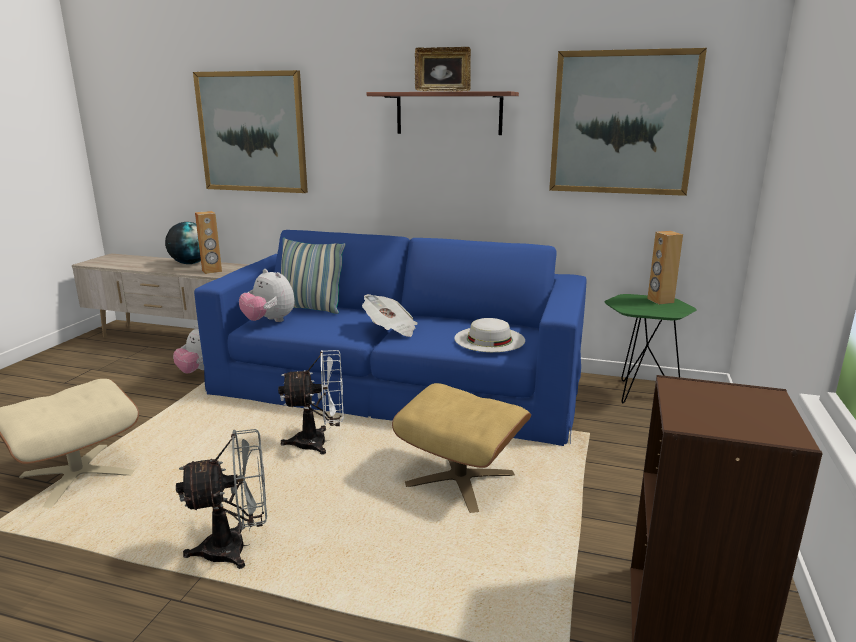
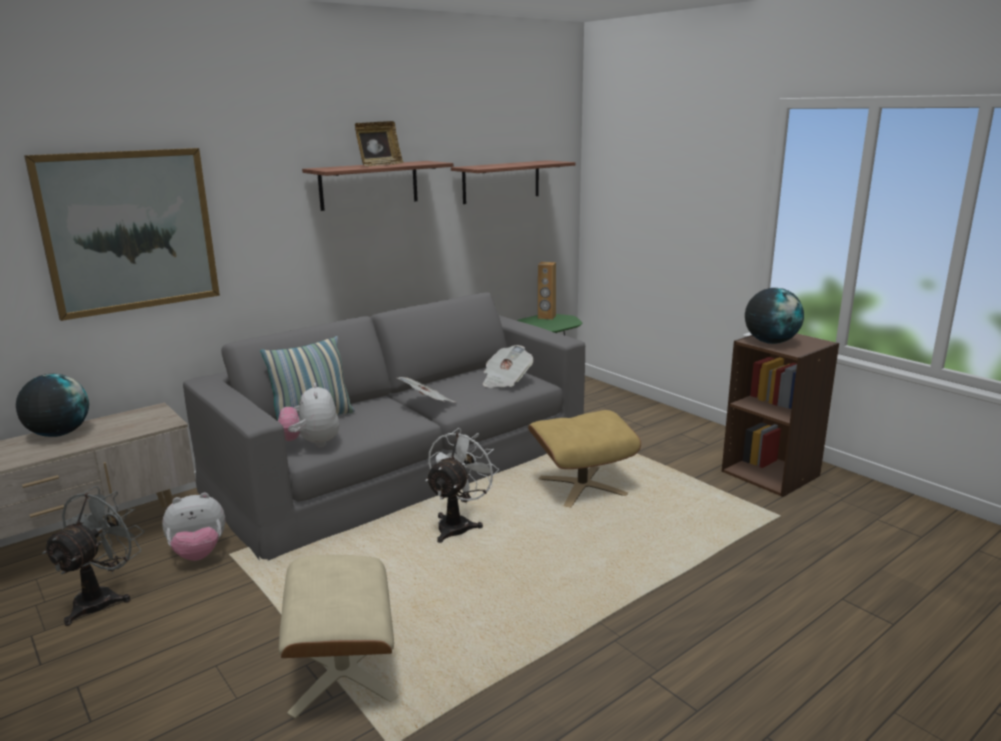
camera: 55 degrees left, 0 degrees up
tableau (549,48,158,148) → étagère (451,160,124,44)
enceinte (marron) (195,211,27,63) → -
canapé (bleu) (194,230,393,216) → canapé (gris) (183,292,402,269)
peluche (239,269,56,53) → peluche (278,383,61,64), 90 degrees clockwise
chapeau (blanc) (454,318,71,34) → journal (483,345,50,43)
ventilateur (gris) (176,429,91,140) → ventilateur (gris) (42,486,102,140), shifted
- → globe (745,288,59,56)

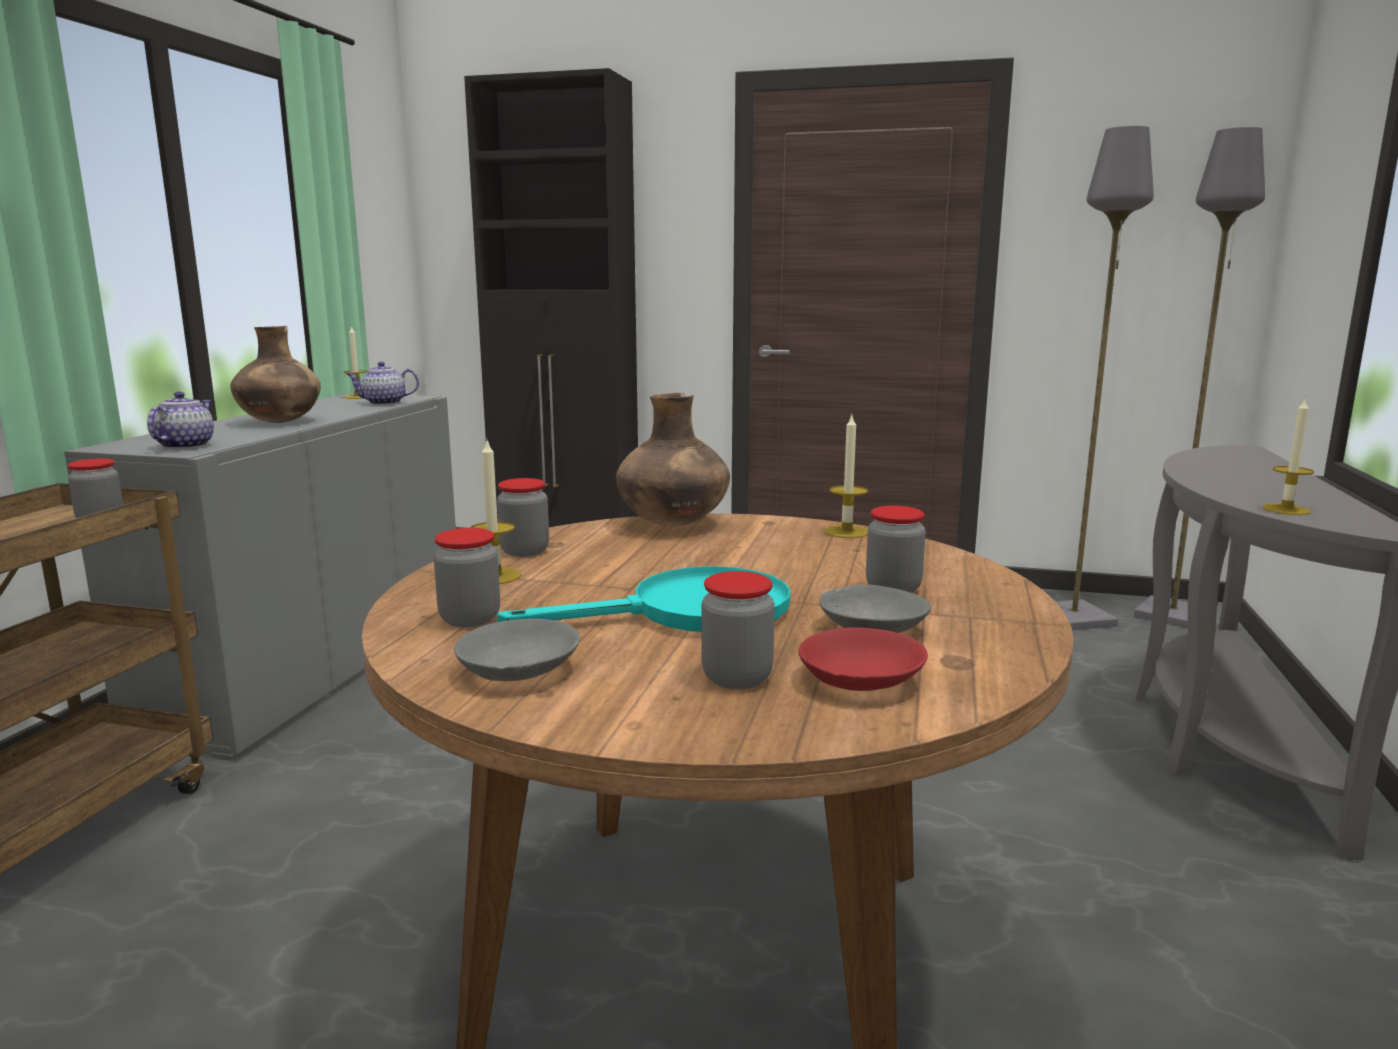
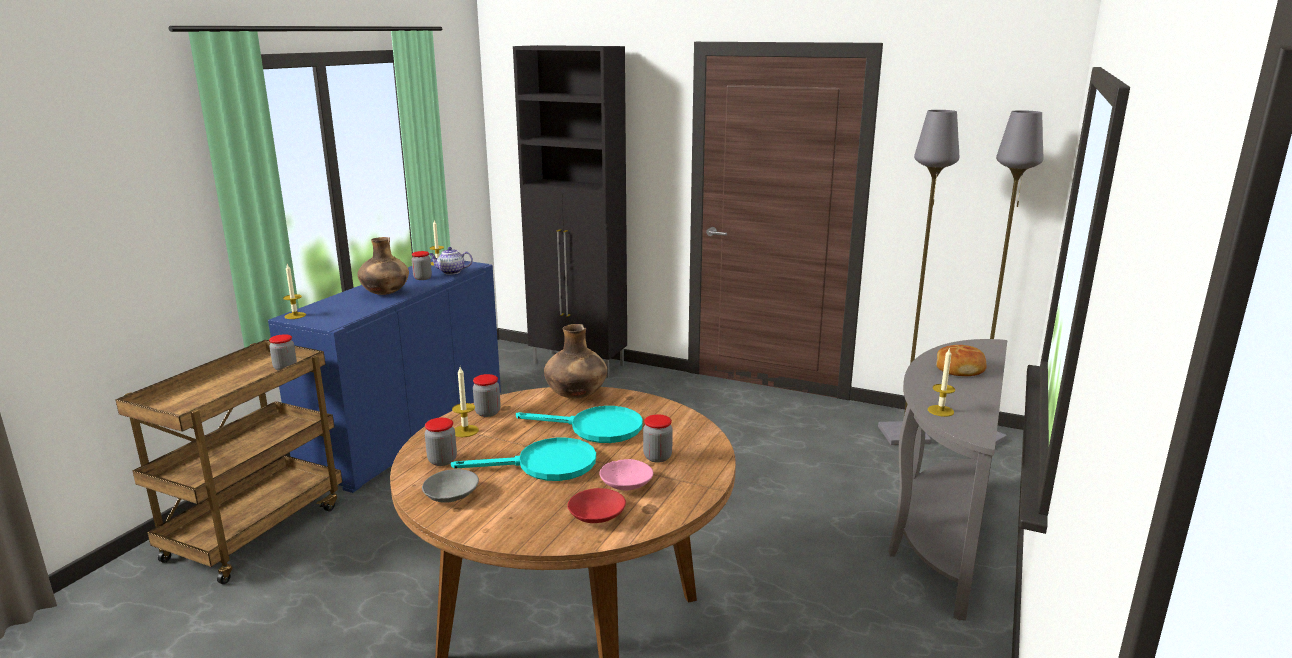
camera: 10 degrees right, 5 degrees up
théière (147,391,67,58) → -
meuble de rangement (gris) (64,393,392,368) → meuble de rangement (bleu) (268,259,233,234)
bougie (825,415,43,123) → bougie (283,264,23,55), shifted
bocal (702,571,73,118) → bocal (412,251,20,29), shifted
bol (gris) (819,585,112,48) → bol (rose) (599,459,54,31)
- → pain (936,345,51,31)
- → poêle (turquoise) (516,406,127,37)

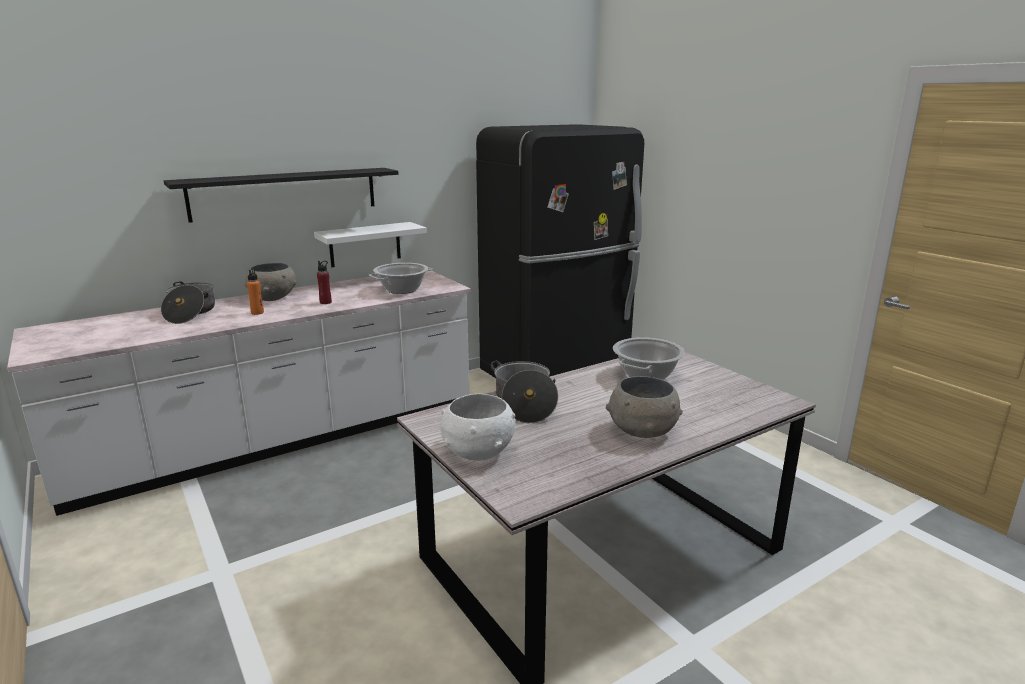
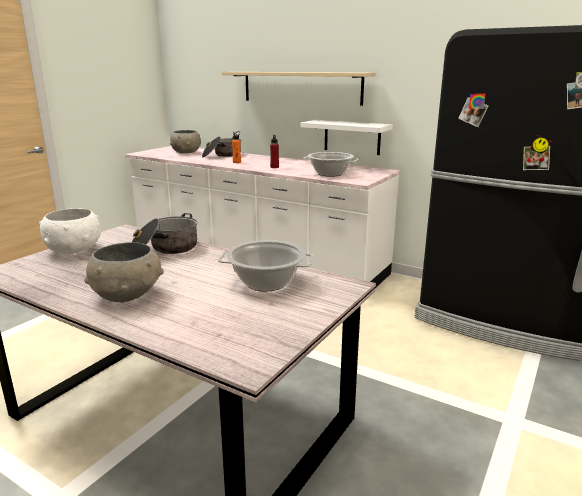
camera: 65 degrees right, 0 degrees up
étagère (noir) (164,168,234,55) → étagère (beige) (222,72,154,34)
bol (gris) (244,263,53,38) → bol (gris) (170,130,31,24), shifted

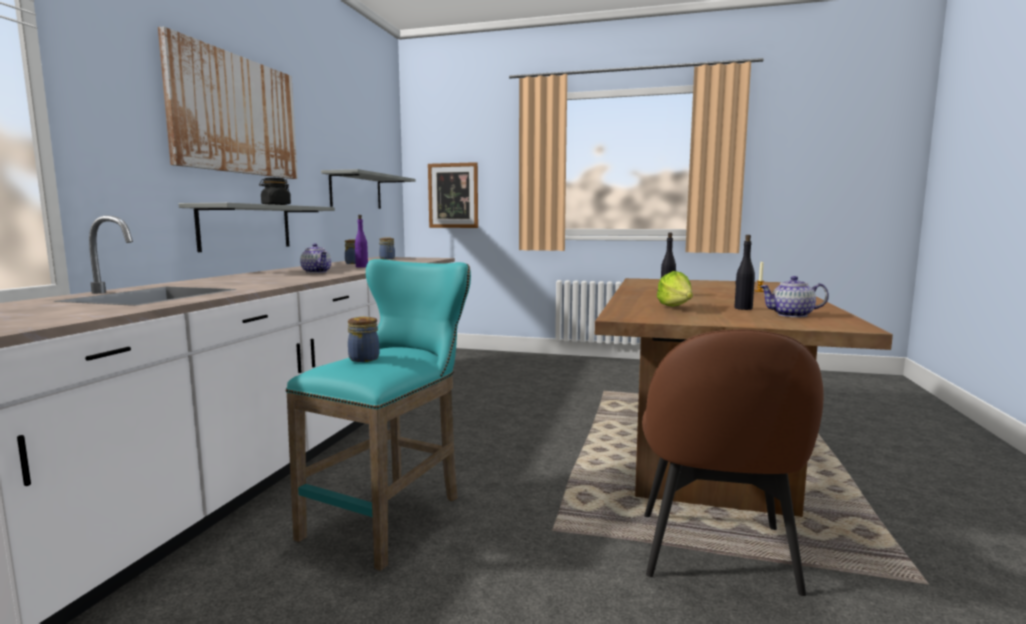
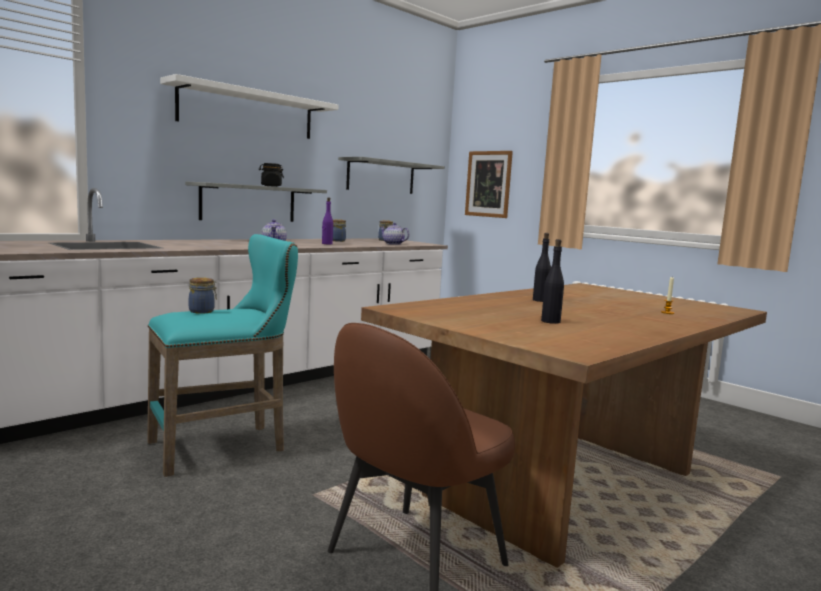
camera: 30 degrees right, 0 degrees up
tableau (158,27,140,152) → étagère (blanc) (160,74,178,65)
laitue (657,271,36,36) → -
théière (759,276,70,41) → théière (380,223,29,22), shifted

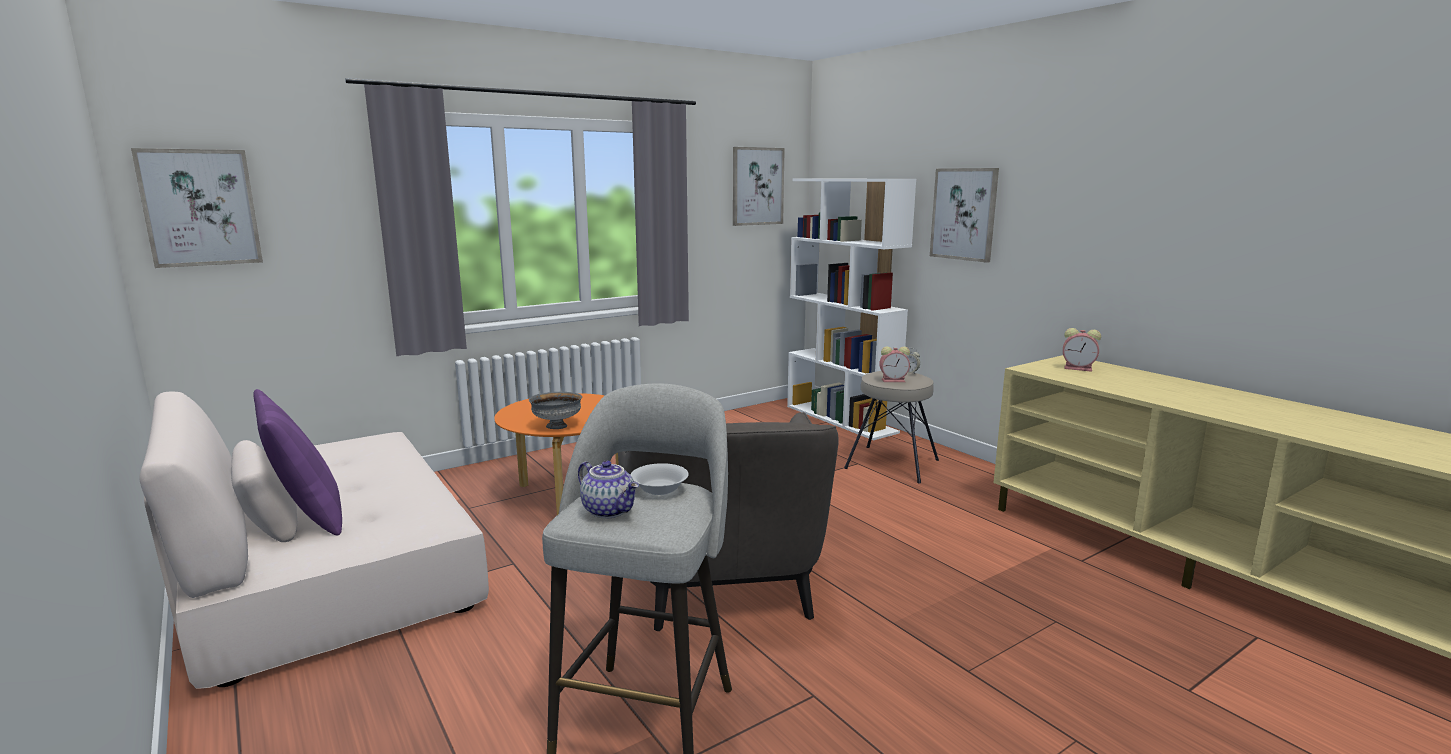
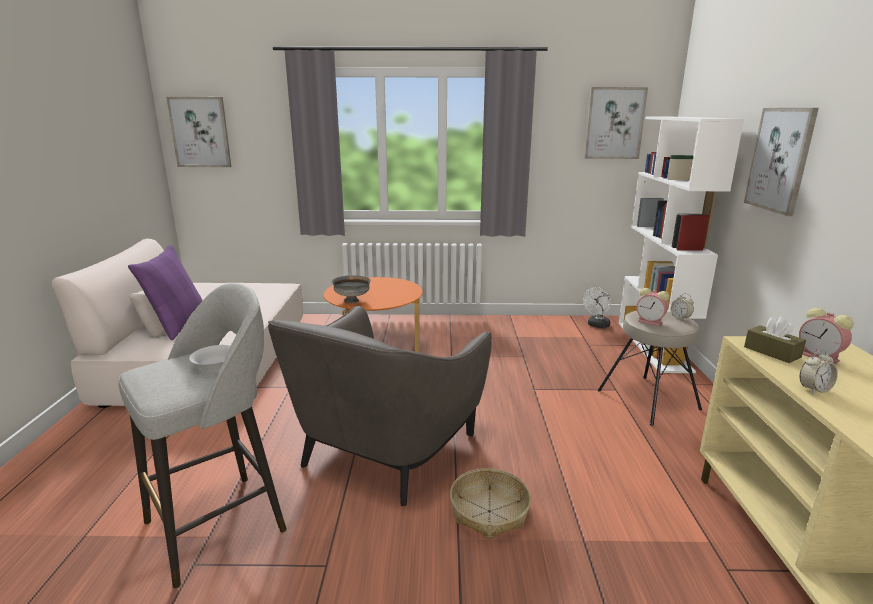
camera: 35 degrees right, 5 degrees up
théière (578,460,61,58) → -
- → ventilateur (blanc) (583,287,28,41)
- → boîte à mouchoirs (marron) (744,317,62,46)
- → réveil (800,350,38,44)
- → panier (450,468,81,71)

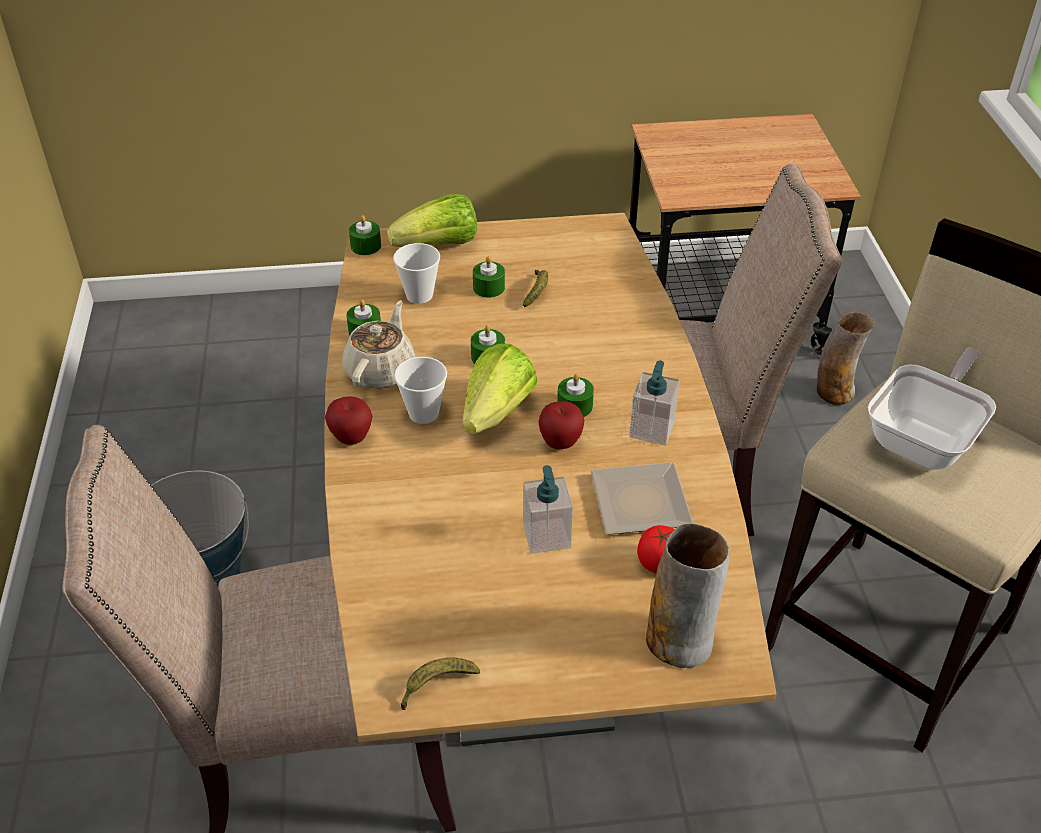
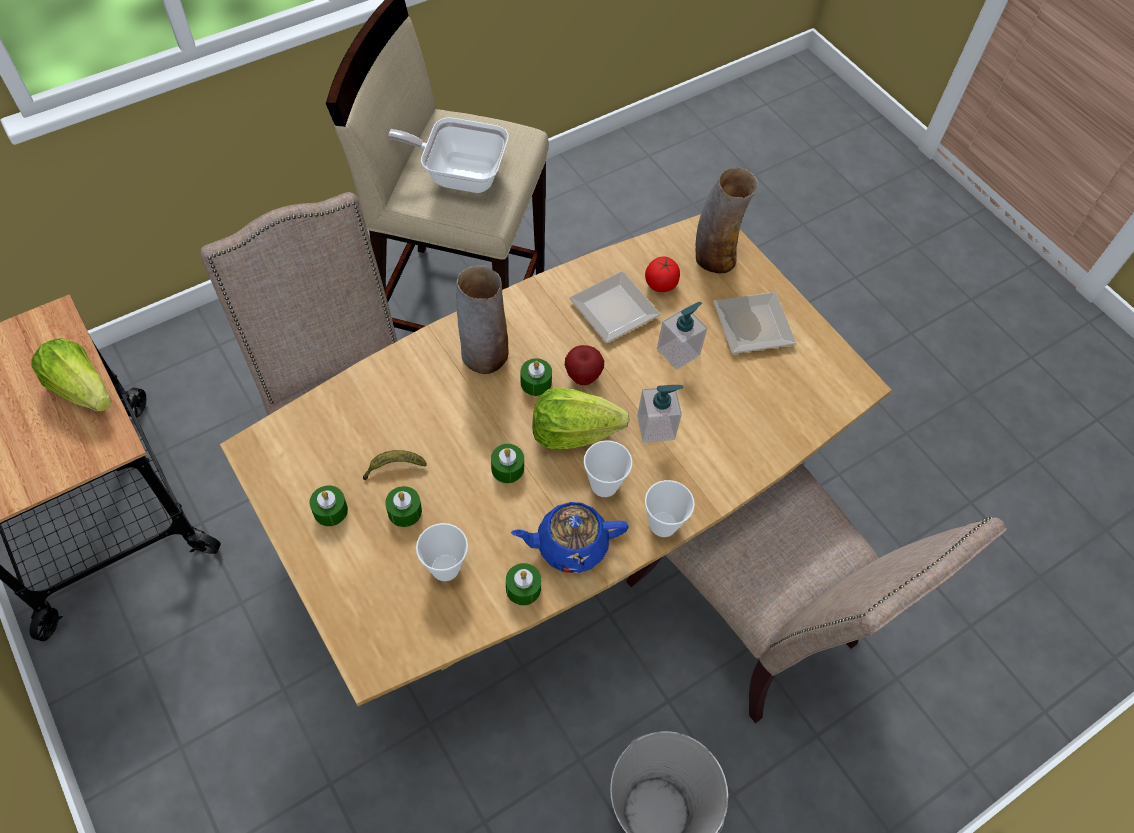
camera: 120 degrees left, 15 degrees up
laitue (387,194,90,53) → laitue (31,338,81,73), shifted
bougie (vert) (349,215,32,40) → bougie (vert) (309,486,39,40), shifted
théière (beige) (342,300,73,89) → théière (bleu) (511,502,117,71)
vase (817,312,57,93) → vase (456,265,53,109), shifted
distributeur de savon (629,360,51,86) → distributeur de savon (637,385,46,58), shifted
pomme (325,396,48,49) → tasse (645,480,50,57)
banane (401,658,79,52) → -
- → assiette (713,292,83,62)

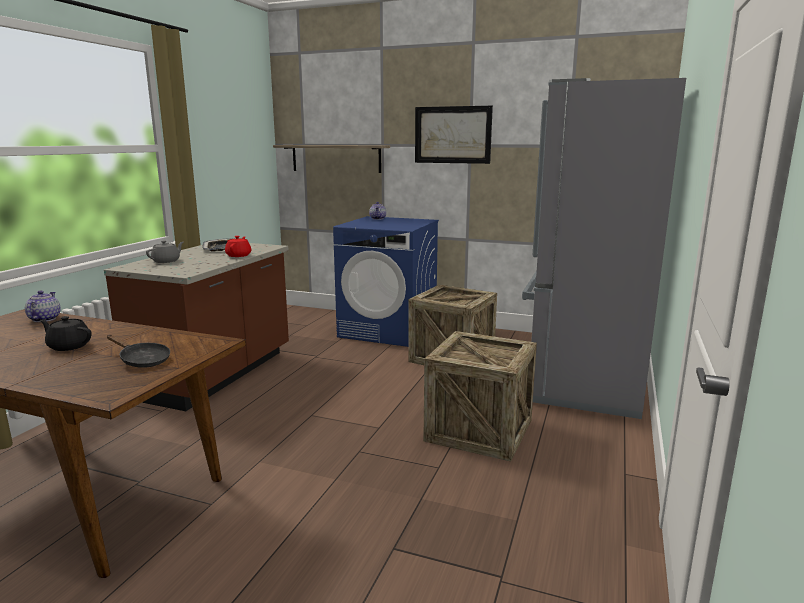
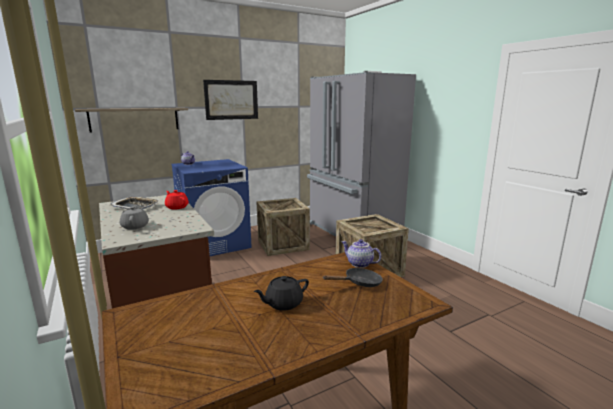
camera: 50 degrees left, 0 degrees up
théière (25,290,36,32) → théière (341,239,40,29), shifted

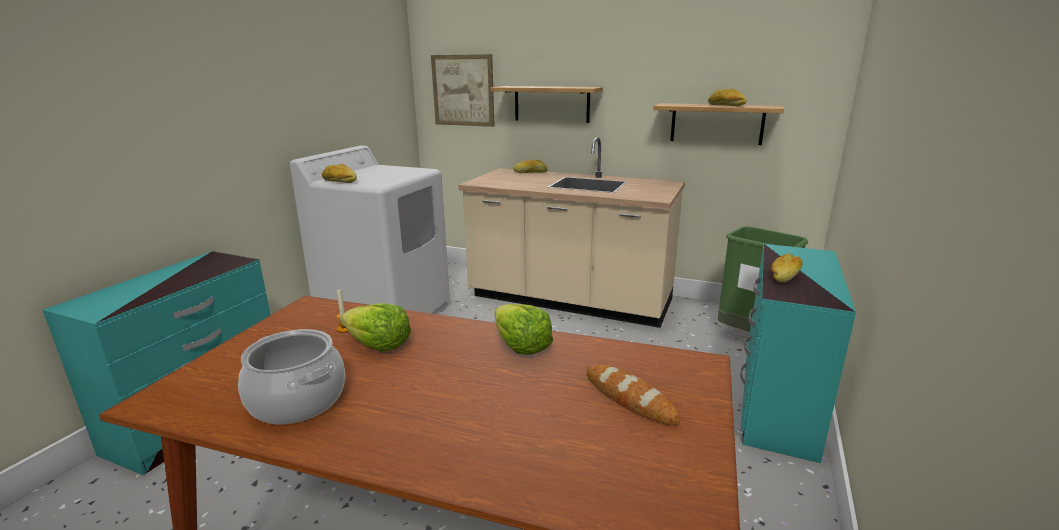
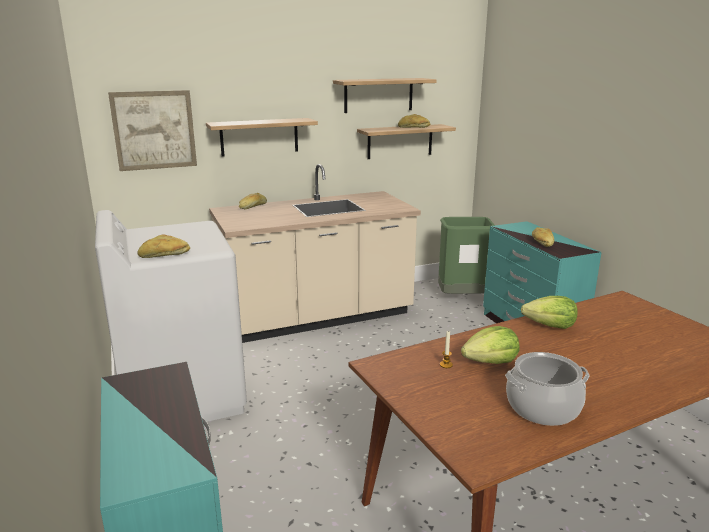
camera: 45 degrees left, 0 degrees up
pain (587,364,93,61) → -
- → étagère (333,78,104,35)

